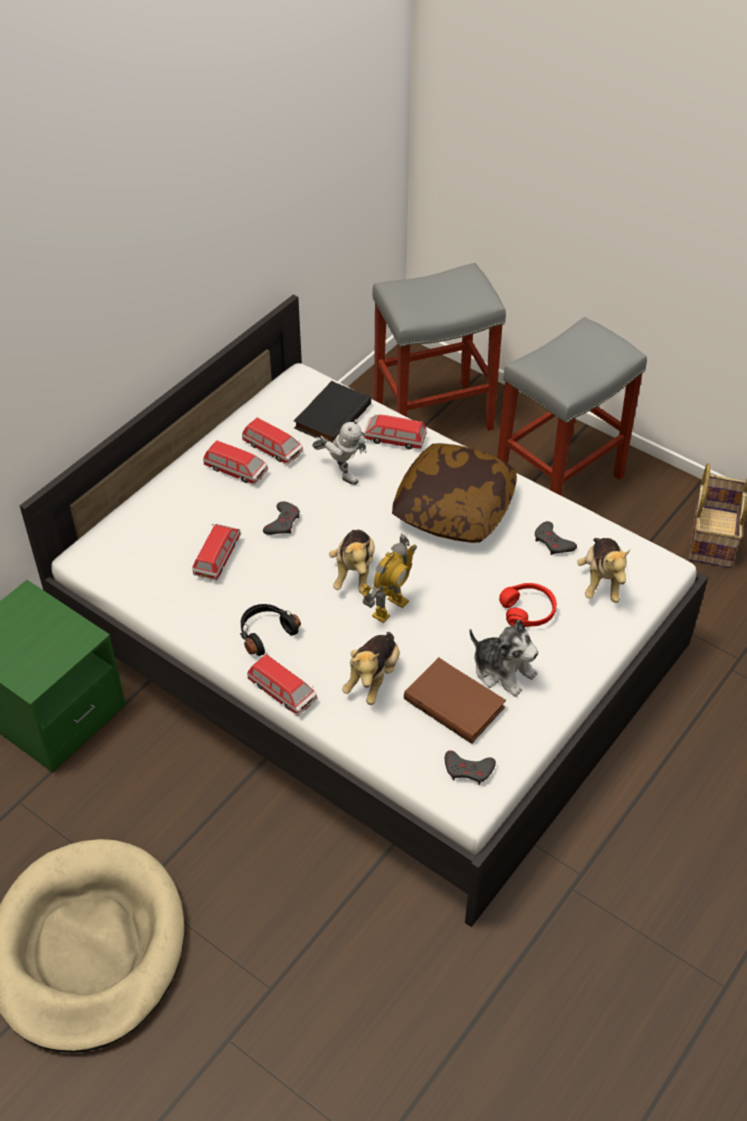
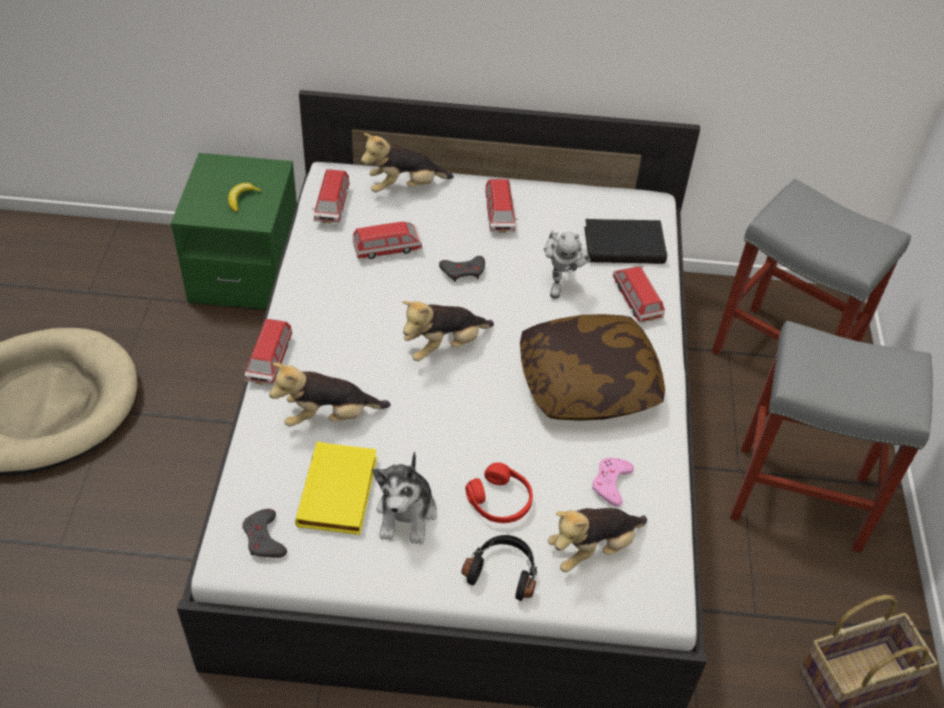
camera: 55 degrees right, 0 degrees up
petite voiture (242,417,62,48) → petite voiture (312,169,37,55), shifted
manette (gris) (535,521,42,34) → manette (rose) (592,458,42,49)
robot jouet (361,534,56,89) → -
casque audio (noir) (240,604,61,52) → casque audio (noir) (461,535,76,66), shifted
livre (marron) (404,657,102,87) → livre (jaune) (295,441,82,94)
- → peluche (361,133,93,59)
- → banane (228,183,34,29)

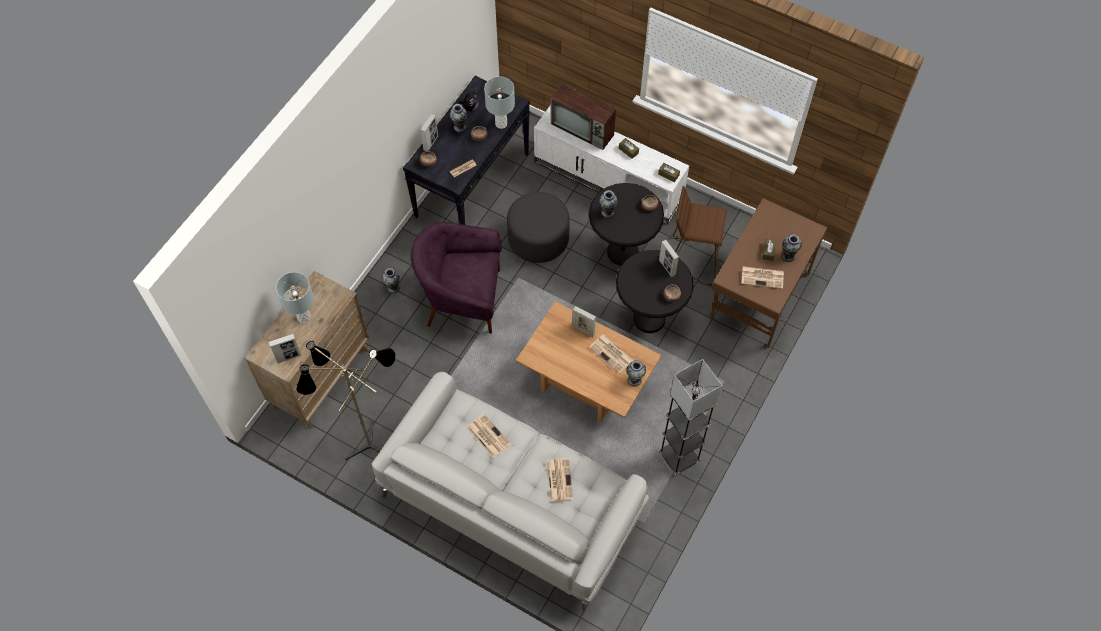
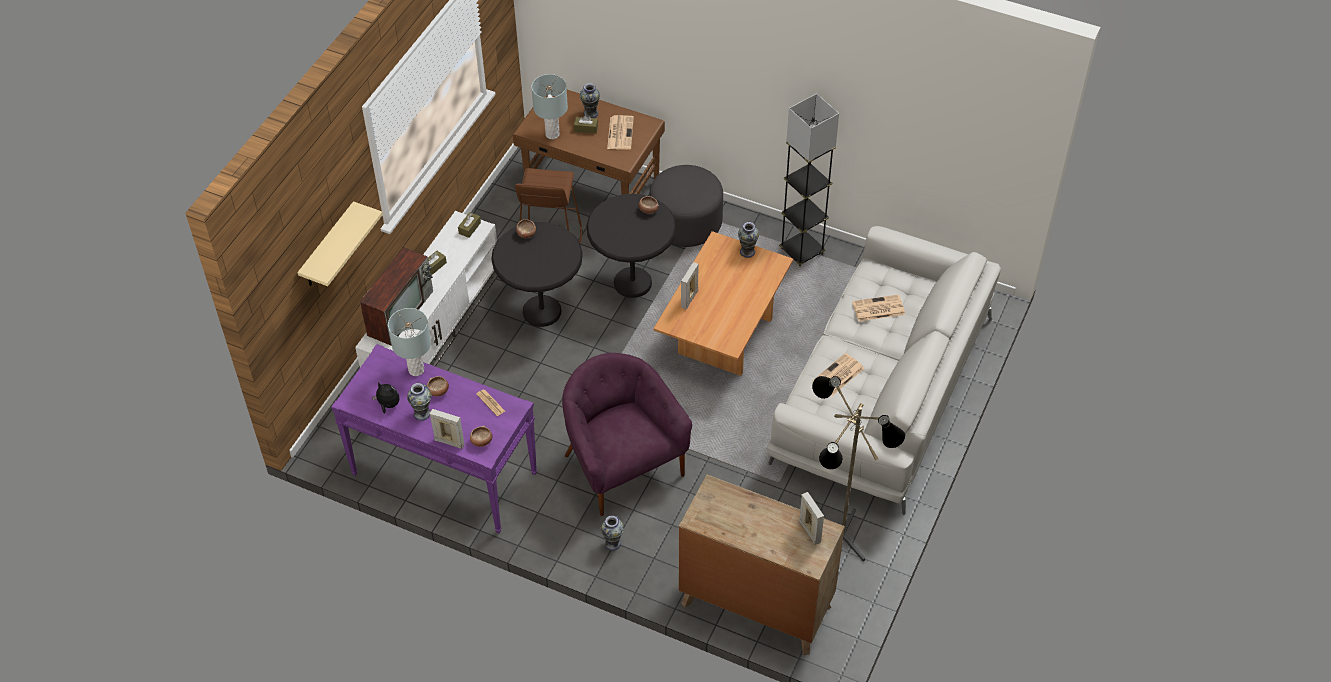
camera: 95 degrees left, 10 degrees down
table console (noir) (403,75,127,150) → table console (violet) (331,344,206,189)
vase (599,190,18,28) → -
pouf (gris) (507,192,63,71) → pouf (gris) (650,165,73,82), shifted
fauteuil (violet) (411,222,91,112) → fauteuil (violet) (562,353,130,163), 150 degrees clockwise
cadre photo (659,240,20,37) → -
lampe de table (gris) (276,272,38,51) → lampe de table (gris) (531,74,37,65), shifted
journal (589,335,44,38) → -
- → étagère (beige) (297,201,86,85)

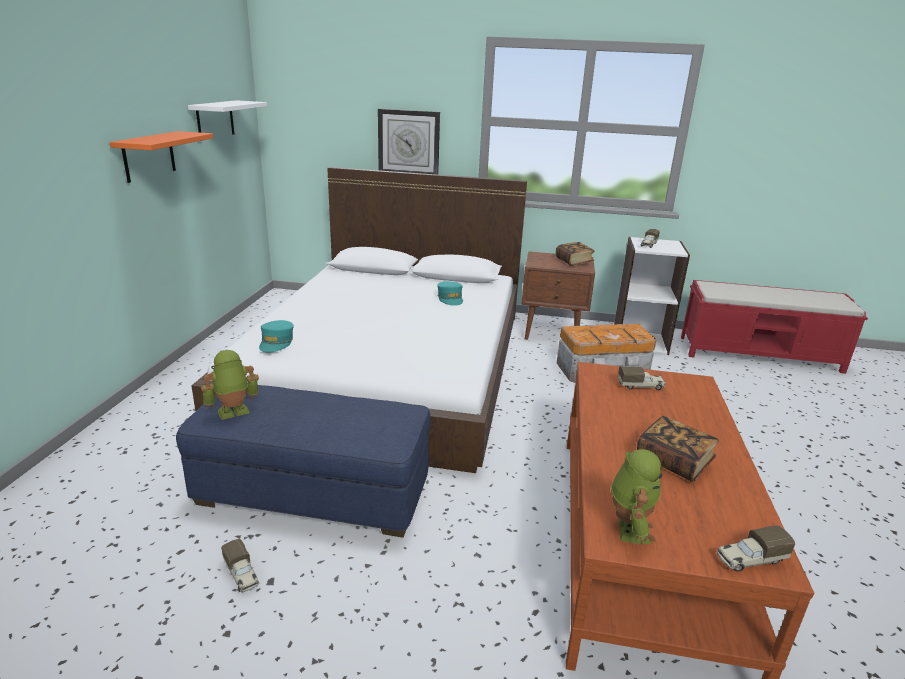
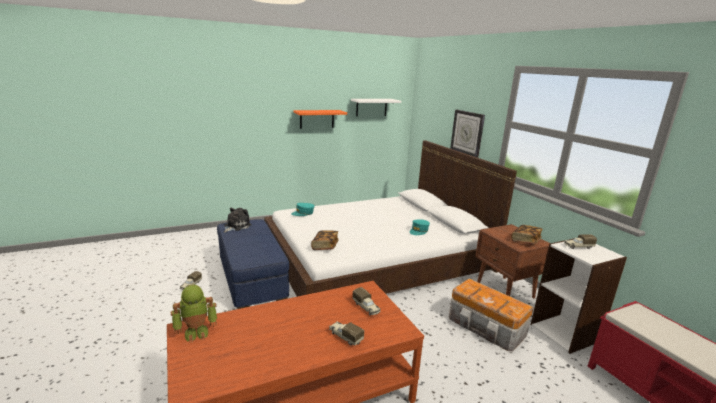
camera: 55 degrees right, 5 degrees down
robot jouet (201,350,58,70) → peluche (224,208,28,25)
livre (637,416,82,66) → livre (311,230,28,20), shifted
camion jouet (717,526,78,45) → camion jouet (329,321,35,25), shifted

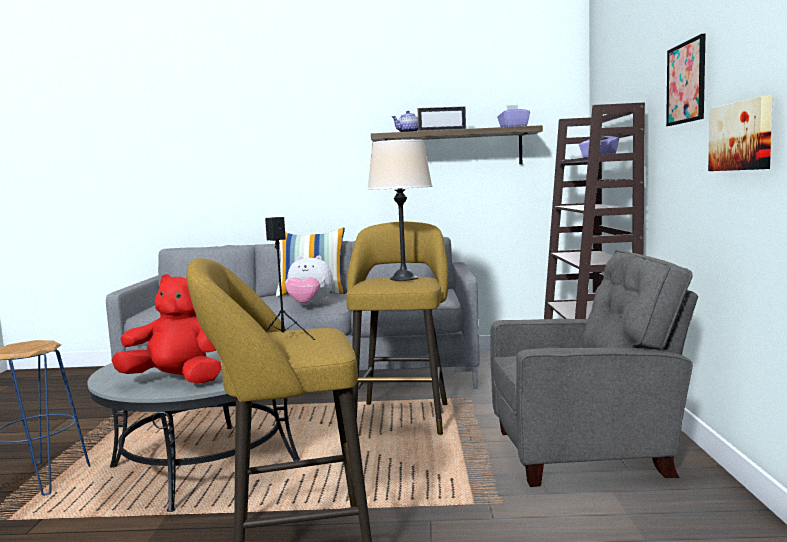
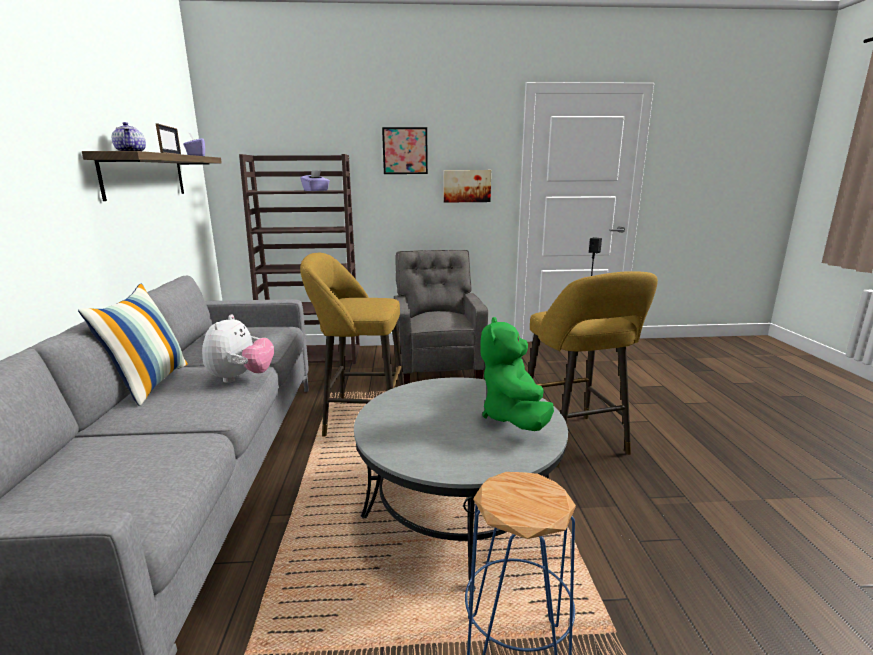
camera: 95 degrees left, 10 degrees up
lampe de table (beige) (367,139,66,142) → -
peluche (rouge) (111,274,111,109) → peluche (vert) (480,317,74,114)

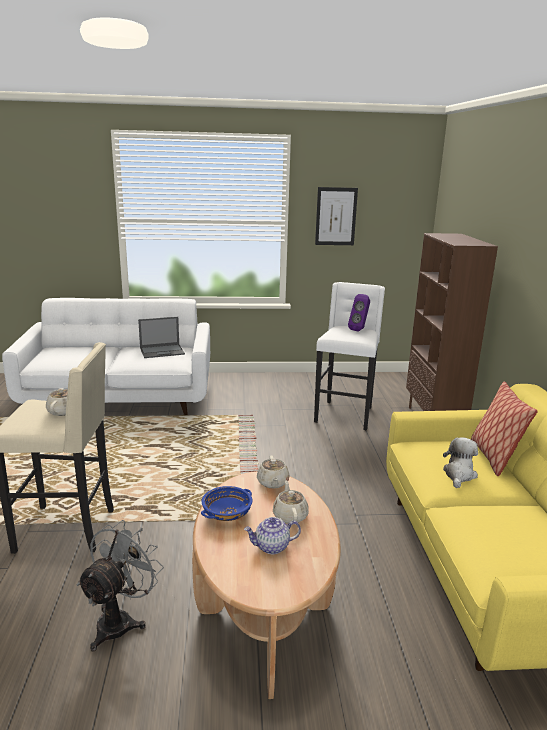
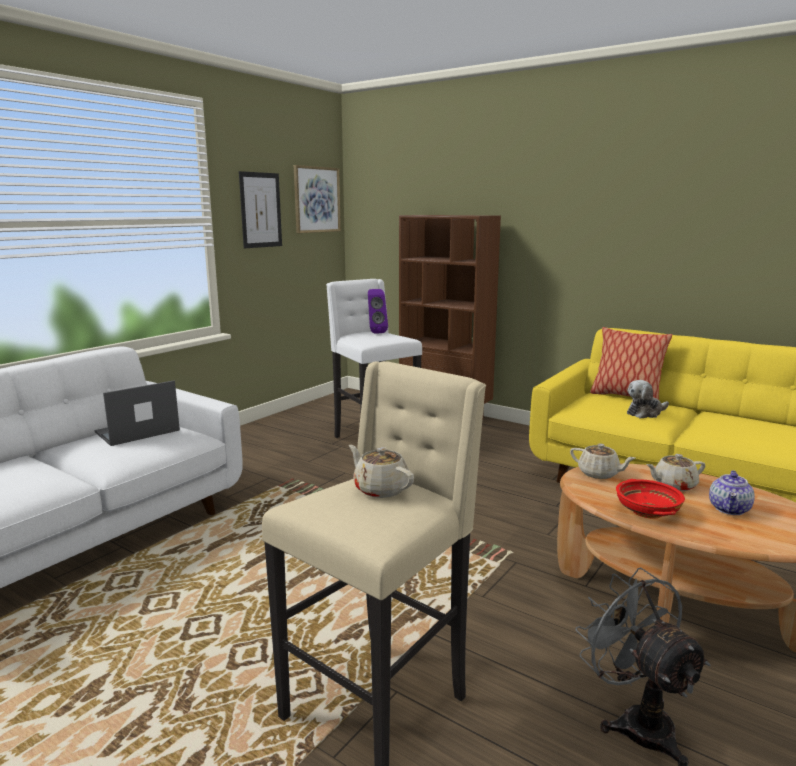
camera: 50 degrees left, 5 degrees down
ordinateur portable (138,317,47,41) → ordinateur portable (95,380,85,66), 150 degrees counterclockwise
peluche (443,437,35,51) → peluche (627,380,42,38), 90 degrees counterclockwise
théière (beige) (273,480,36,44) → théière (beige) (646,454,59,37), 45 degrees counterclockwise
bol (bleu) (201,486,51,35) → bol (rouge) (616,479,69,40)
- → tableau (294,165,47,68)

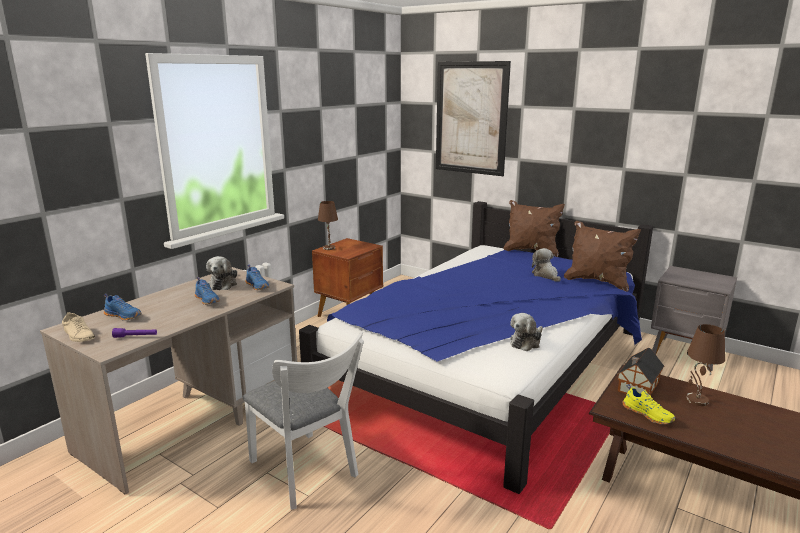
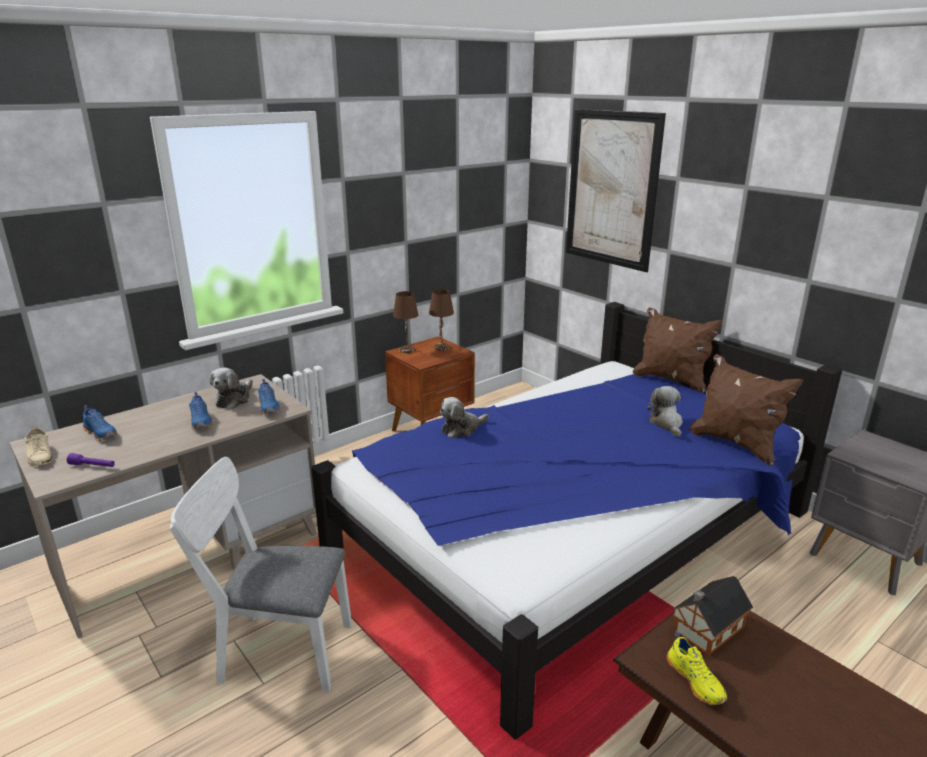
camera: 15 degrees right, 5 degrees up
peluche (510,313,33,38) → peluche (440,397,49,41), shifted
lampe de table (marron) (686,324,39,82) → lampe de table (marron) (429,289,25,62), shifted
chaise (blanc) (243,331,121,179) → chaise (blanc) (170,457,182,235), 120 degrees clockwise

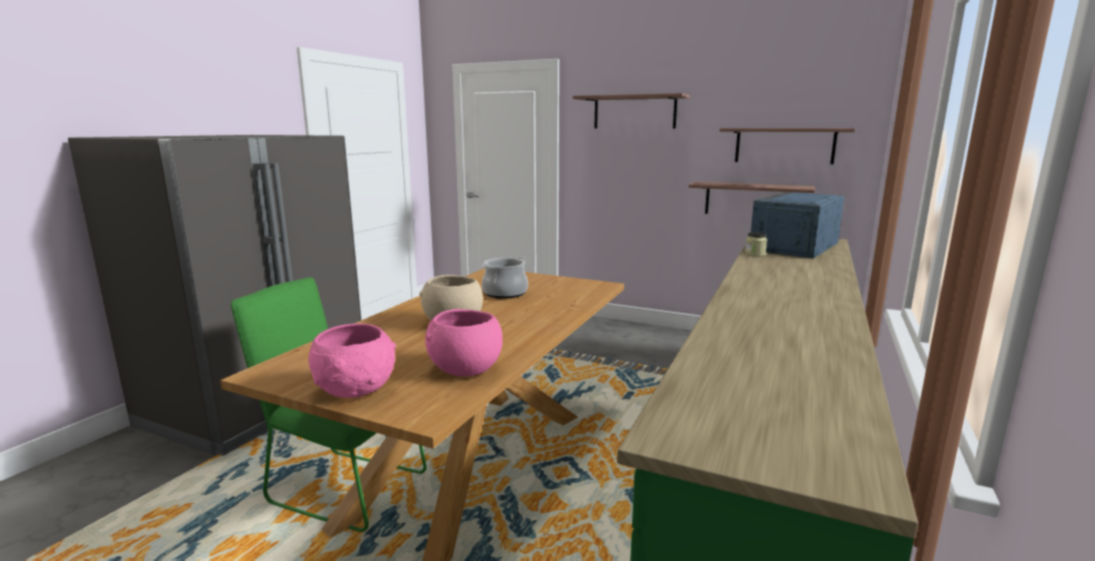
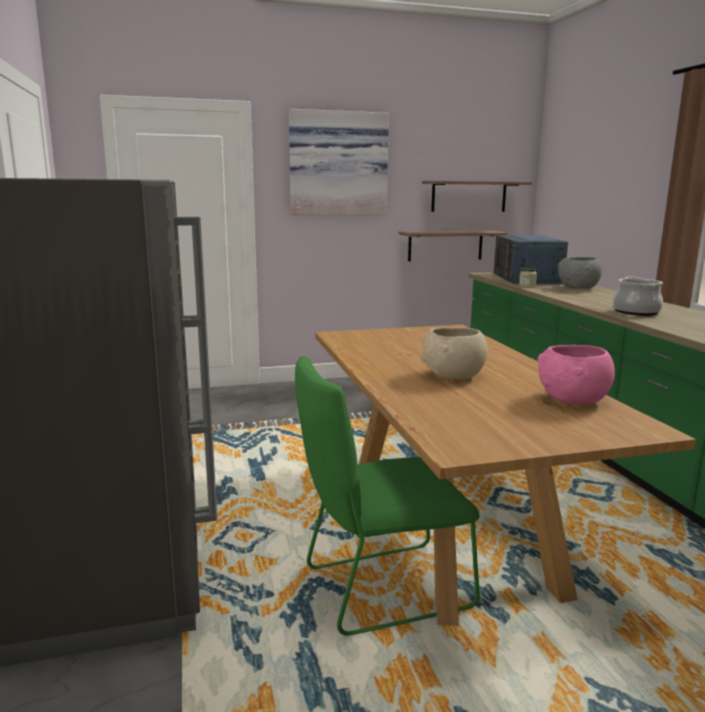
camera: 40 degrees left, 0 degrees up
étagère (573,93,117,36) → tableau (289,109,100,106)
marmite (481,257,47,42) → marmite (613,277,50,39), shifted
bol (rose) (308,324,88,74) → -
- → bol (gris) (558,257,44,32)

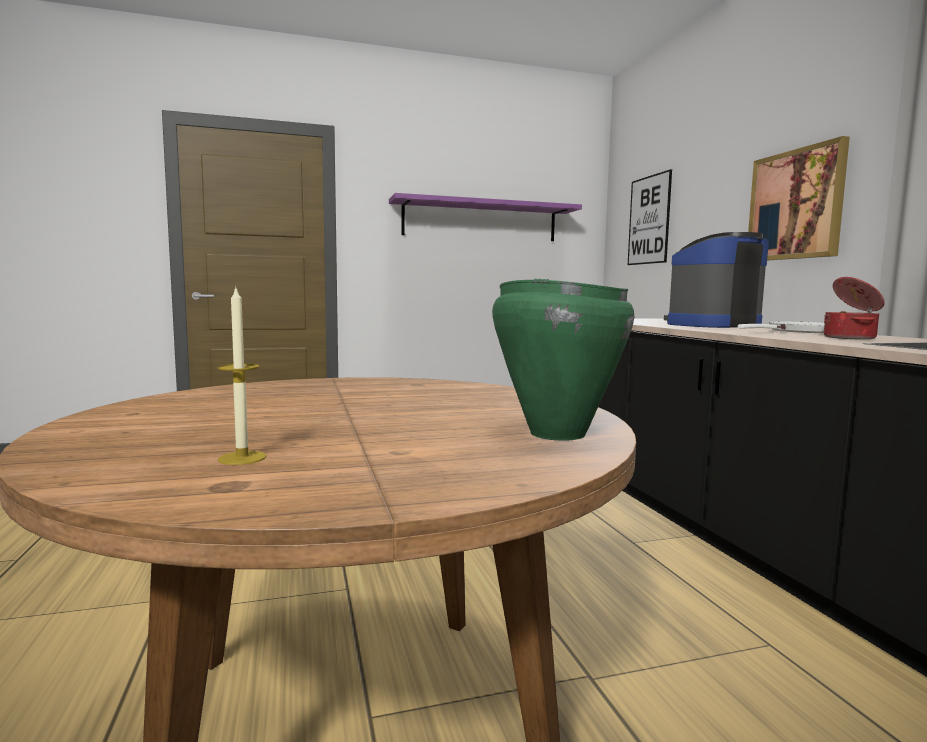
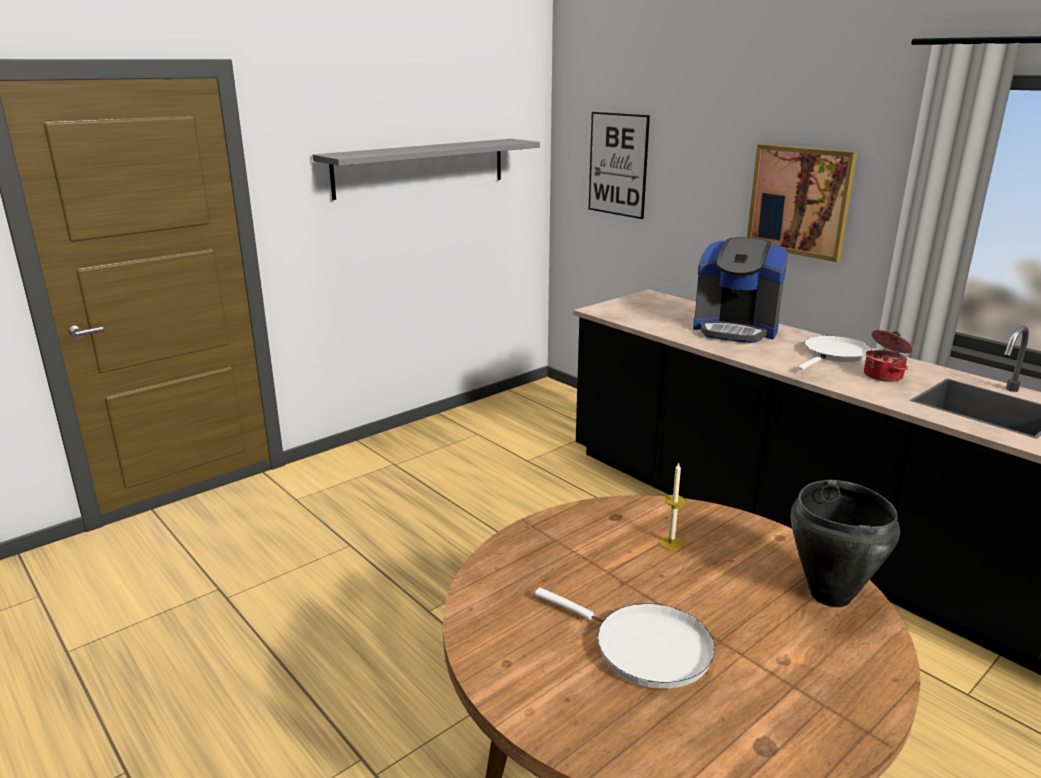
camera: 25 degrees left, 15 degrees up
étagère (violet) (389,193,193,48) → étagère (gris) (313,139,227,61)
machine à café (664,232,105,96) → machine à café (693,237,95,106), 105 degrees counterclockwise
marmite (vert) (492,279,142,162) → marmite (noir) (791,480,109,127)
bougie (217,286,50,179) → bougie (659,462,27,88), shifted
- → poêle (blanc) (535,588,180,101)

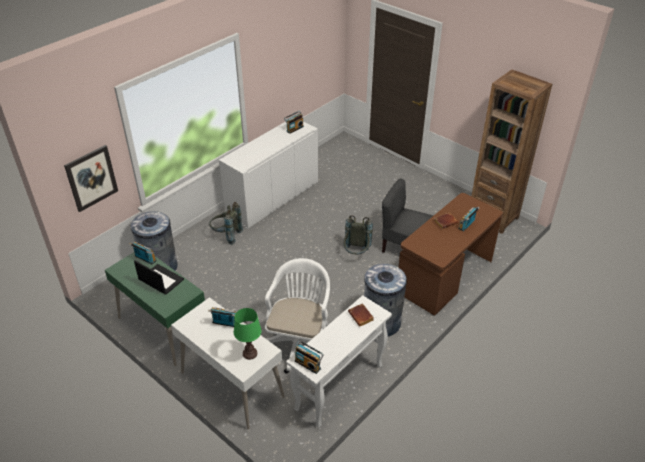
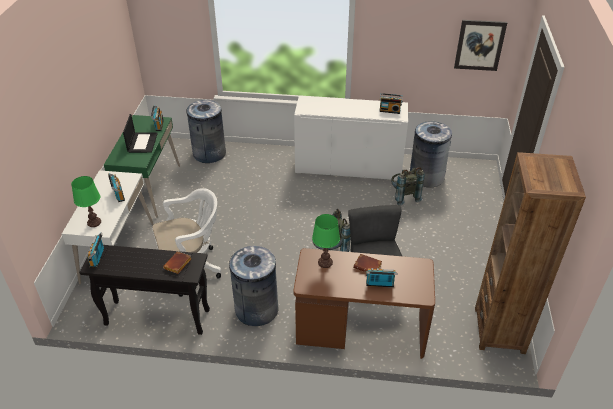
camera: 55 degrees right, 0 degrees up
tableau (64,145,54,67) → tableau (454,20,53,51), shifted
sac à dos (gris) (209,202,34,43) → sac à dos (gris) (391,167,33,38), shifted
table console (blanc) (286,295,106,133) → table console (noir) (79,245,131,90)
- → poubelle (gris) (410,121,42,67)
- → lampe de table (vert) (312,214,28,54)

